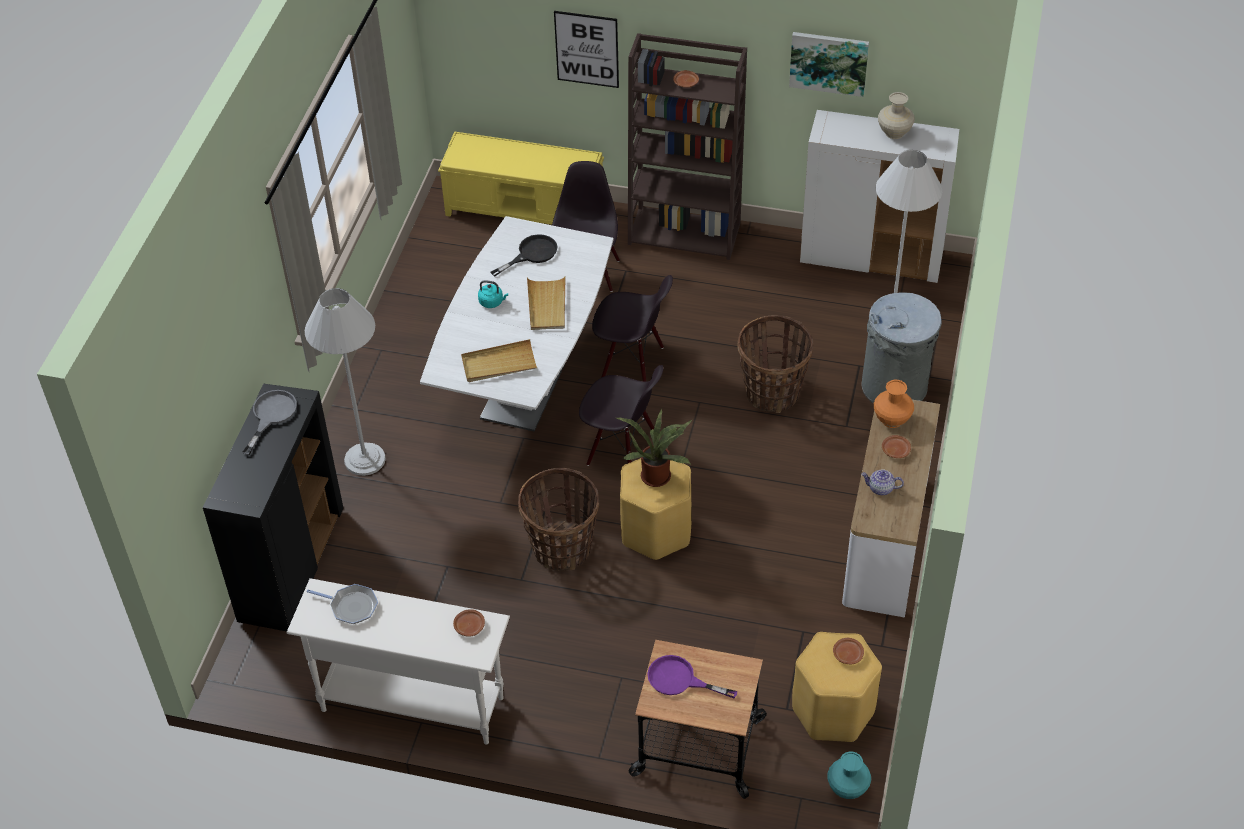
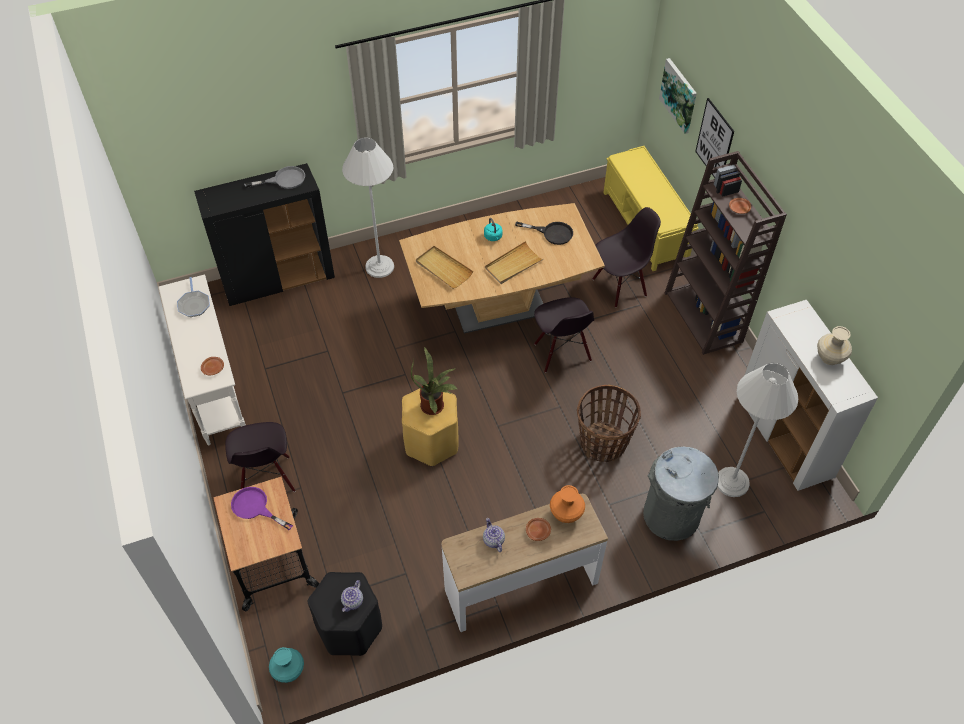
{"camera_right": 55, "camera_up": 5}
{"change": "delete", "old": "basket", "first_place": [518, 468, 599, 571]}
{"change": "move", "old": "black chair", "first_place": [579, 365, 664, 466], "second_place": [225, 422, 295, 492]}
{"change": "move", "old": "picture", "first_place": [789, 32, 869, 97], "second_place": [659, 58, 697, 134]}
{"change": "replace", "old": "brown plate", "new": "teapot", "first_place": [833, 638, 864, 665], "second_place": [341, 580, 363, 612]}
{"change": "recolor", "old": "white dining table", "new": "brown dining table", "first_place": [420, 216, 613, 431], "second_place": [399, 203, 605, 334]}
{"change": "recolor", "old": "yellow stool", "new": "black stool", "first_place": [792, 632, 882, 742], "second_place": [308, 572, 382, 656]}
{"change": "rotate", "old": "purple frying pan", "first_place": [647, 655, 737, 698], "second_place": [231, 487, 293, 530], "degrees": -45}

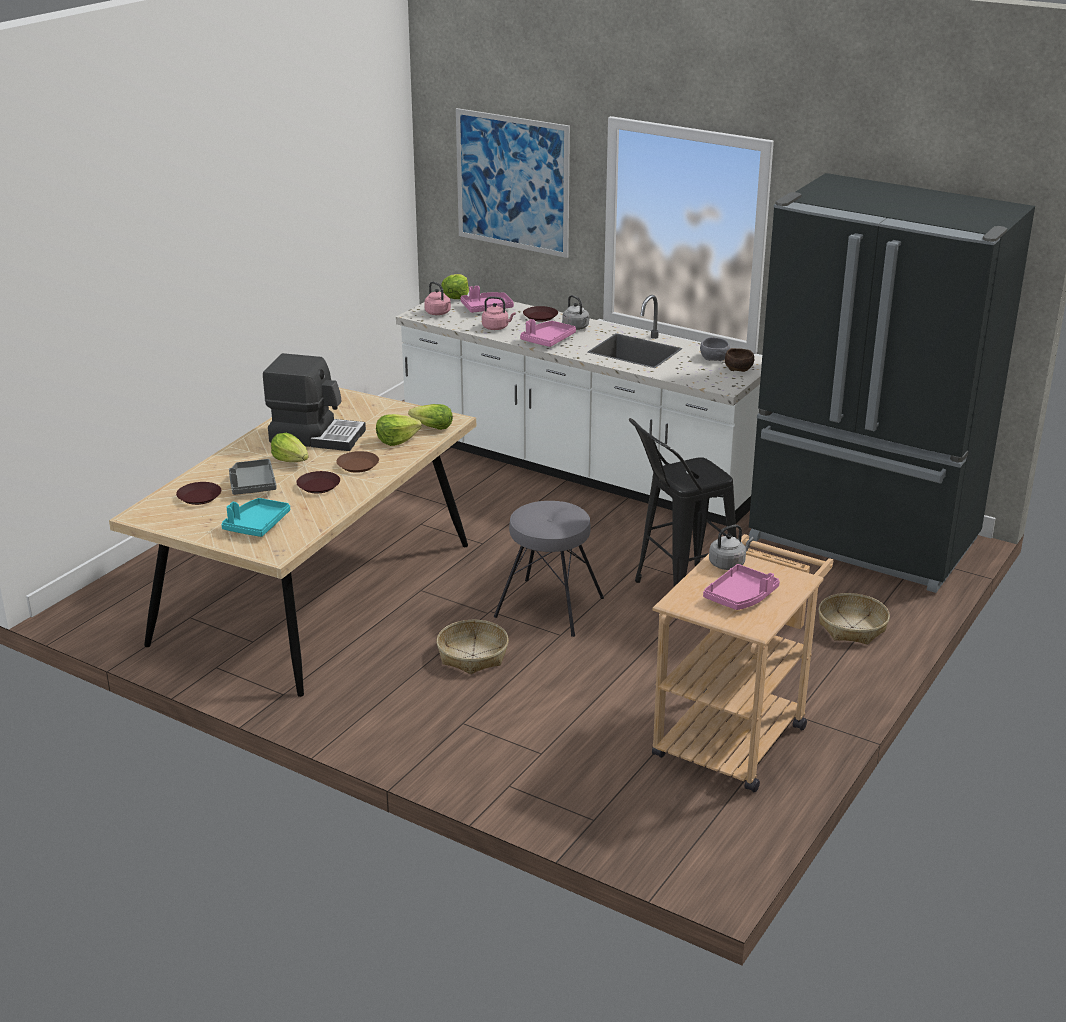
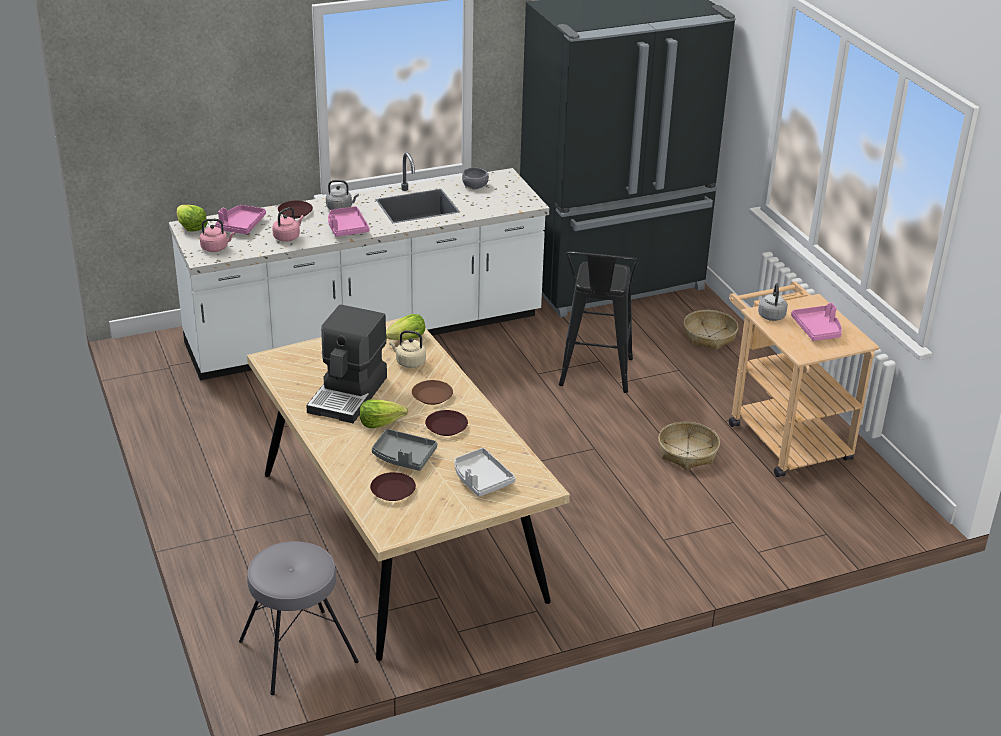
{"camera_right": -55, "camera_up": 5}
{"change": "delete", "old": "picture", "first_place": [456, 108, 570, 258]}
{"change": "delete", "old": "brown bowl", "first_place": [725, 348, 755, 372]}
{"change": "move", "old": "basket", "first_place": [437, 620, 509, 674], "second_place": [658, 422, 720, 470]}
{"change": "move", "old": "grey stool", "first_place": [494, 501, 604, 637], "second_place": [239, 541, 359, 695]}
{"change": "replace", "old": "lettuce", "new": "beige kettle", "first_place": [376, 414, 422, 446], "second_place": [389, 330, 426, 368]}
{"change": "recolor", "old": "turquoise tray", "new": "grey tray", "first_place": [221, 498, 290, 537], "second_place": [454, 448, 516, 497]}
{"change": "rotate", "old": "coffee machine", "first_place": [263, 353, 366, 451], "second_place": [306, 305, 387, 423], "degrees": 150}

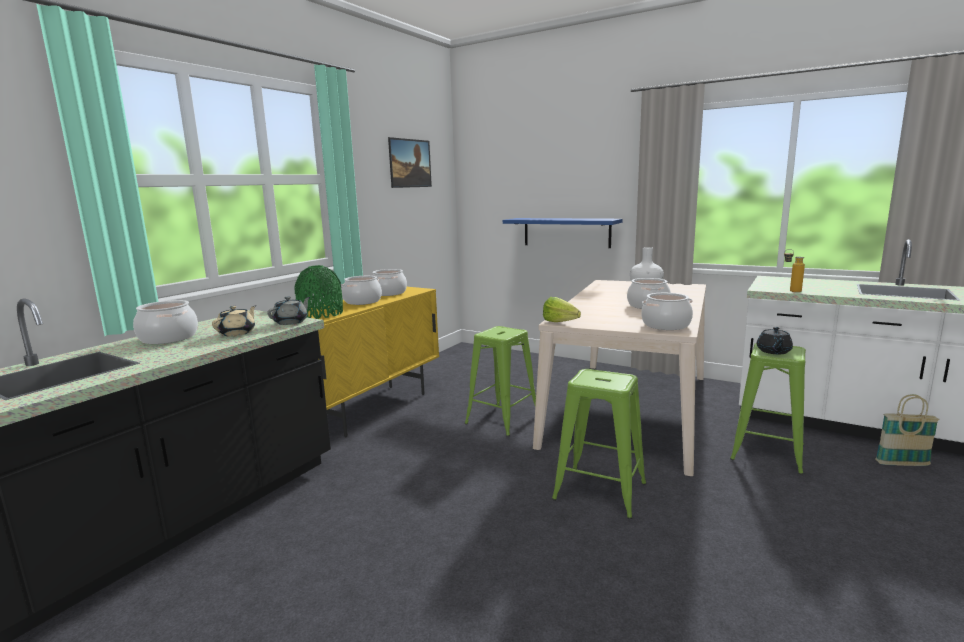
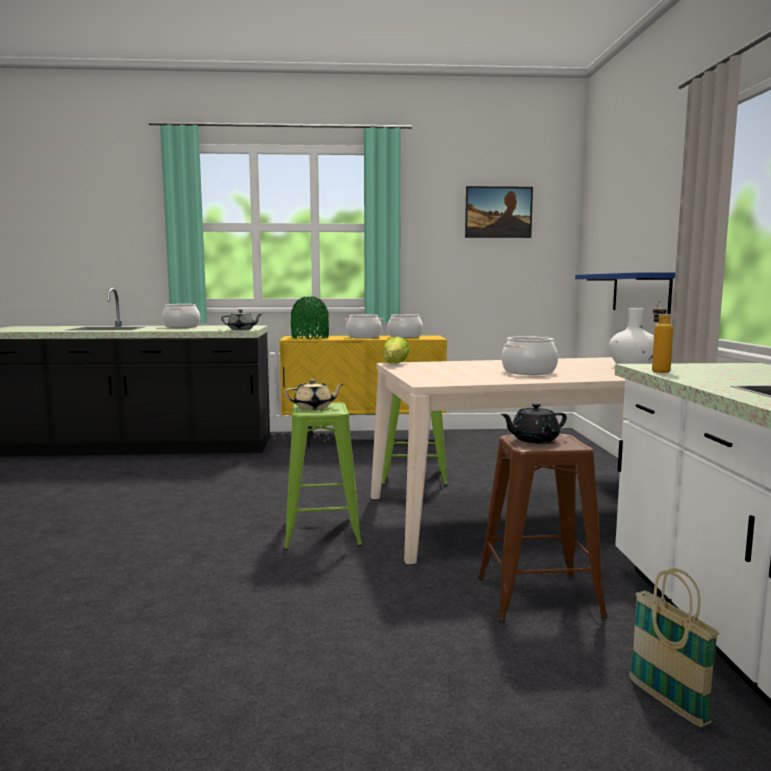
{"camera_right": 55, "camera_up": -5}
{"change": "delete", "old": "cooking pot", "first_place": [642, 293, 693, 330]}
{"change": "move", "old": "beige teapot", "first_place": [212, 305, 256, 336], "second_place": [285, 379, 344, 410]}
{"change": "recolor", "old": "green stool", "new": "brown stool", "first_place": [730, 343, 806, 475], "second_place": [478, 434, 608, 623]}

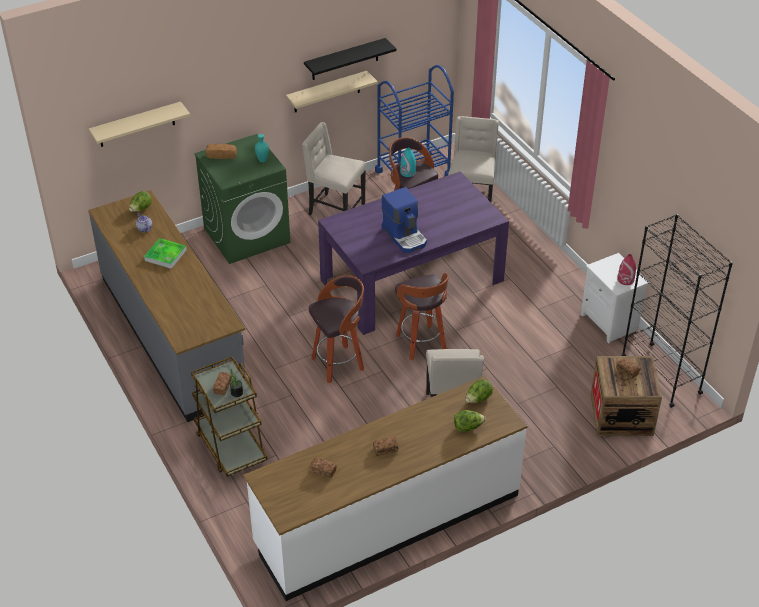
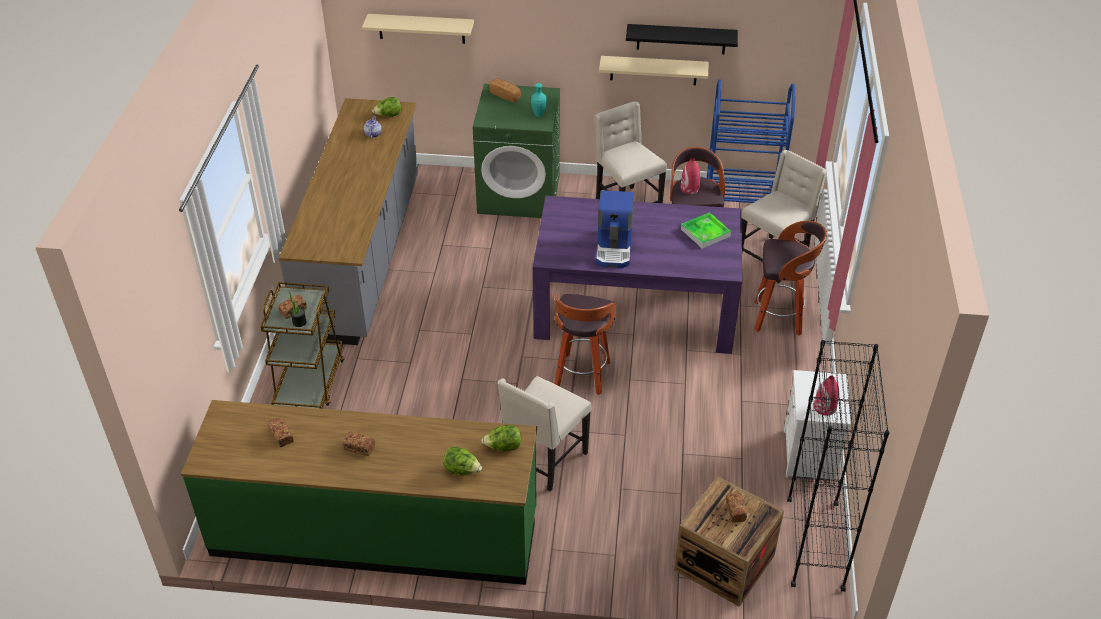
{"camera_right": 35, "camera_up": 0}
{"change": "move", "old": "tray", "first_place": [144, 238, 187, 269], "second_place": [681, 212, 731, 249]}
{"change": "move", "old": "stool", "first_place": [309, 275, 364, 383], "second_place": [754, 221, 827, 336]}
{"change": "recolor", "old": "white counter", "new": "green counter", "first_place": [244, 375, 527, 601], "second_place": [181, 400, 537, 585]}
{"change": "recolor", "old": "turquoise vase", "new": "red vase", "first_place": [400, 147, 416, 177], "second_place": [681, 158, 700, 194]}

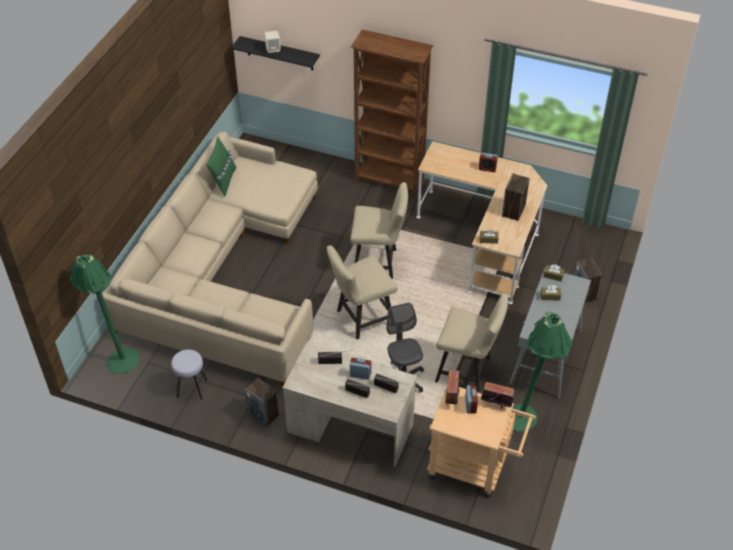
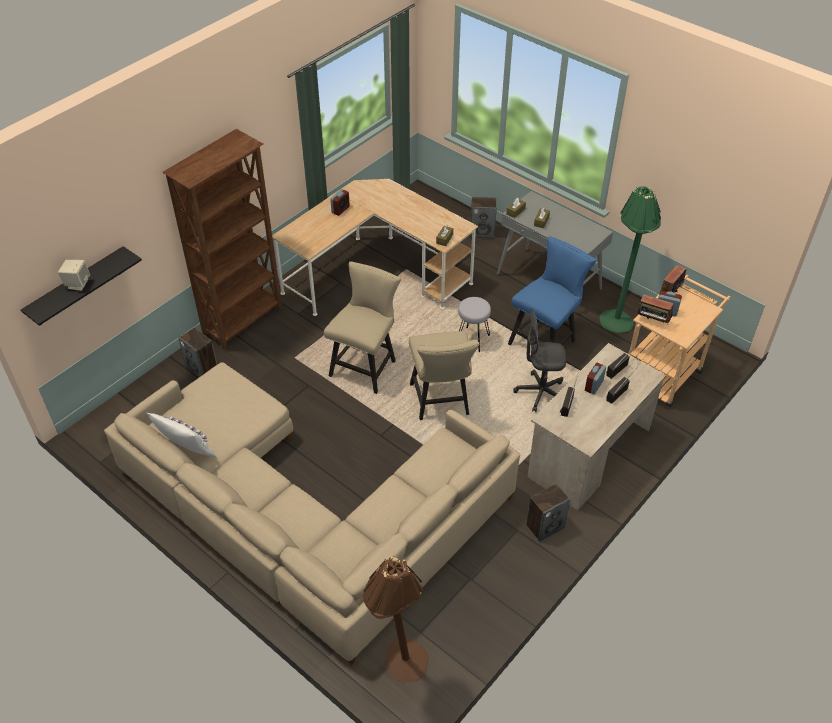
{"camera_right": -70, "camera_up": 0}
{"change": "move", "old": "grey stool", "first_place": [171, 349, 207, 399], "second_place": [458, 297, 491, 352]}
{"change": "move", "old": "speaker", "first_place": [502, 173, 530, 221], "second_place": [178, 327, 217, 377]}
{"change": "recolor", "old": "green floor lamp", "new": "brown floor lamp", "first_place": [70, 254, 139, 374], "second_place": [363, 556, 428, 682]}
{"change": "recolor", "old": "green pillow", "new": "white pillow", "first_place": [206, 137, 236, 196], "second_place": [147, 413, 217, 457]}
{"change": "recolor", "old": "beige chair", "new": "blue chair", "first_place": [435, 294, 508, 392], "second_place": [508, 236, 596, 345]}

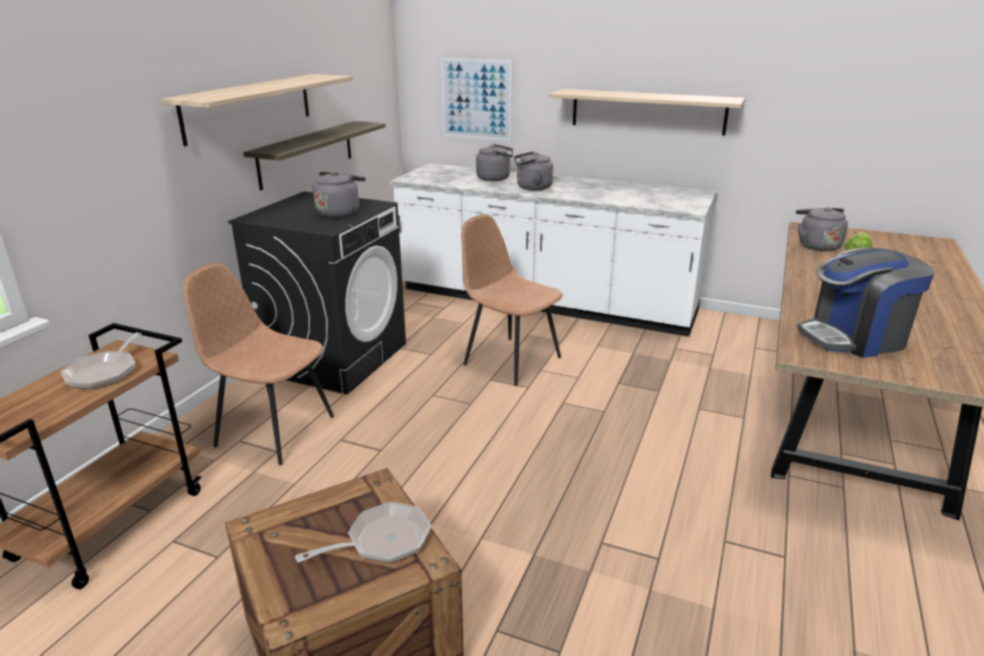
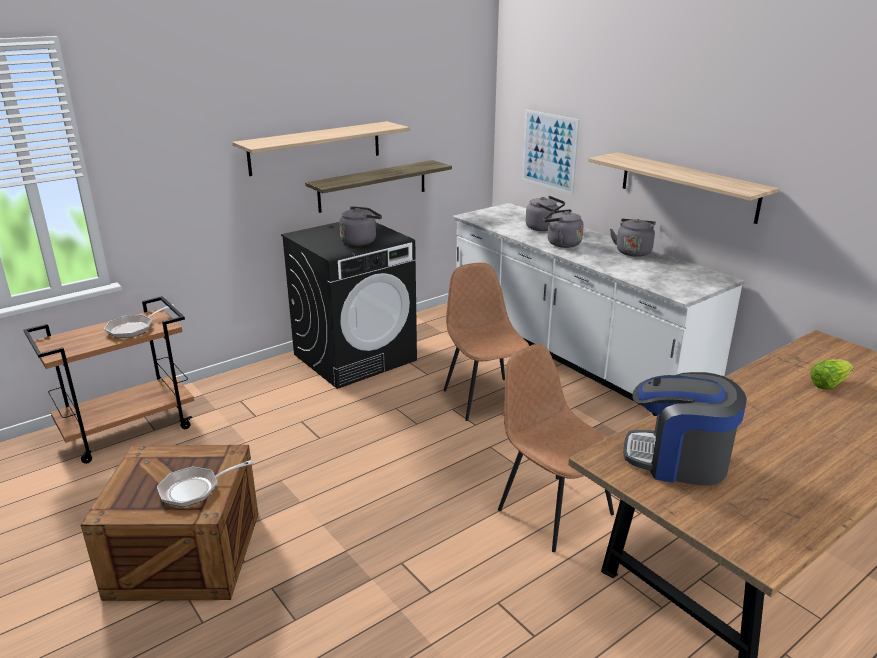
{"camera_right": 30, "camera_up": 0}
{"change": "move", "old": "brown chair", "first_place": [183, 263, 334, 465], "second_place": [498, 344, 614, 552]}
{"change": "move", "old": "grey kettle", "first_place": [796, 207, 848, 251], "second_place": [610, 219, 656, 257]}
{"change": "rotate", "old": "frying pan", "first_place": [295, 502, 431, 564], "second_place": [157, 460, 253, 507], "degrees": 150}

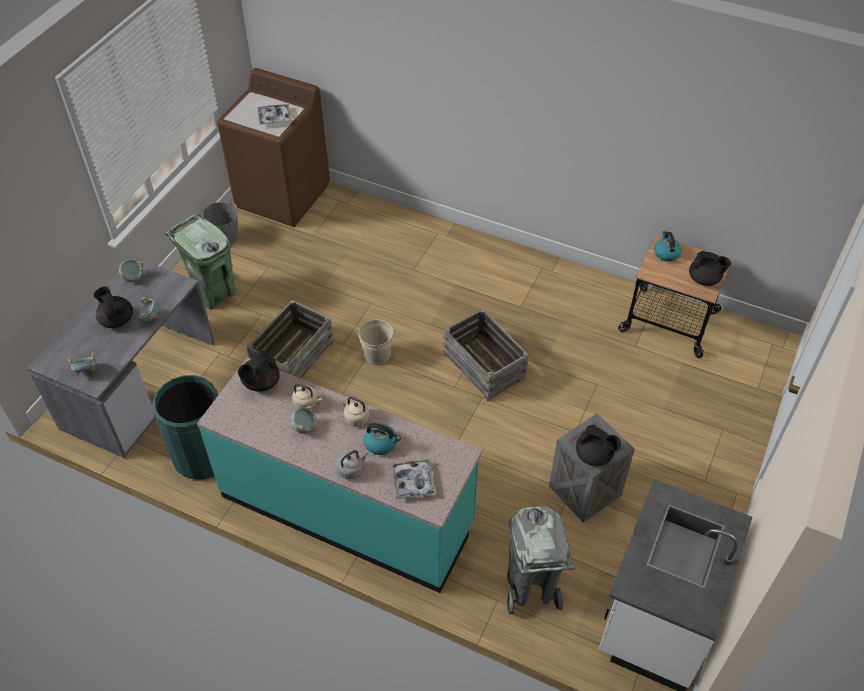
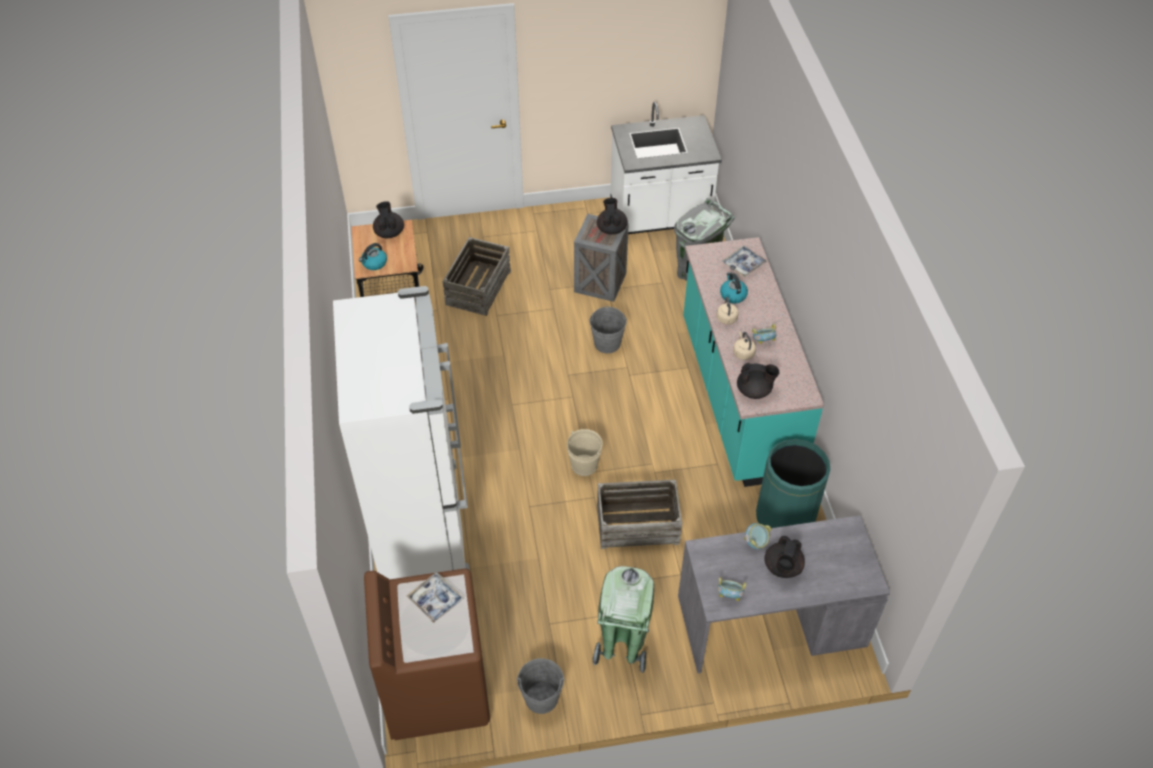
{"camera_right": -125, "camera_up": 0}
{"change": "delete", "old": "bowl", "first_place": [68, 352, 97, 375]}
{"change": "delete", "old": "grey kettle", "first_place": [336, 450, 368, 479]}
{"change": "insert", "new": "white fridge", "second_place": [333, 286, 469, 579]}
{"change": "insert", "new": "grey bucket", "second_place": [589, 306, 627, 353]}
{"change": "move", "old": "crate", "first_place": [443, 308, 529, 401], "second_place": [442, 237, 511, 316]}

